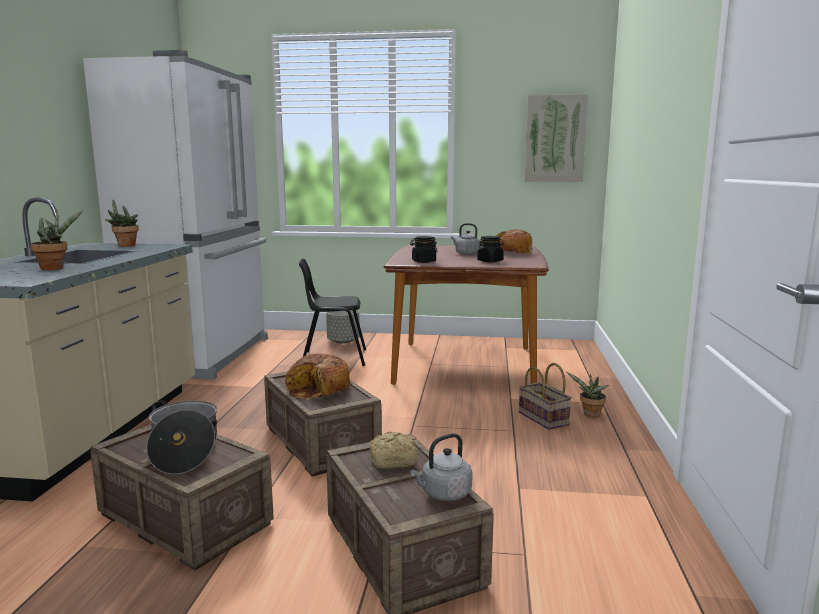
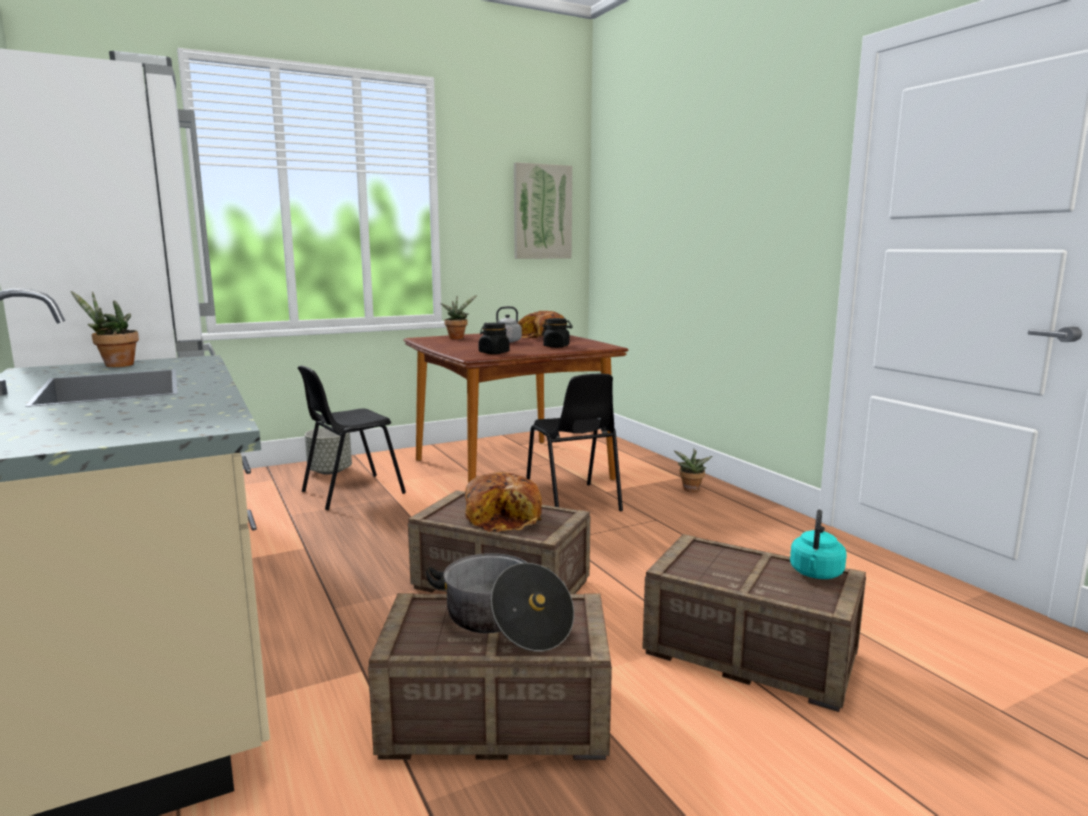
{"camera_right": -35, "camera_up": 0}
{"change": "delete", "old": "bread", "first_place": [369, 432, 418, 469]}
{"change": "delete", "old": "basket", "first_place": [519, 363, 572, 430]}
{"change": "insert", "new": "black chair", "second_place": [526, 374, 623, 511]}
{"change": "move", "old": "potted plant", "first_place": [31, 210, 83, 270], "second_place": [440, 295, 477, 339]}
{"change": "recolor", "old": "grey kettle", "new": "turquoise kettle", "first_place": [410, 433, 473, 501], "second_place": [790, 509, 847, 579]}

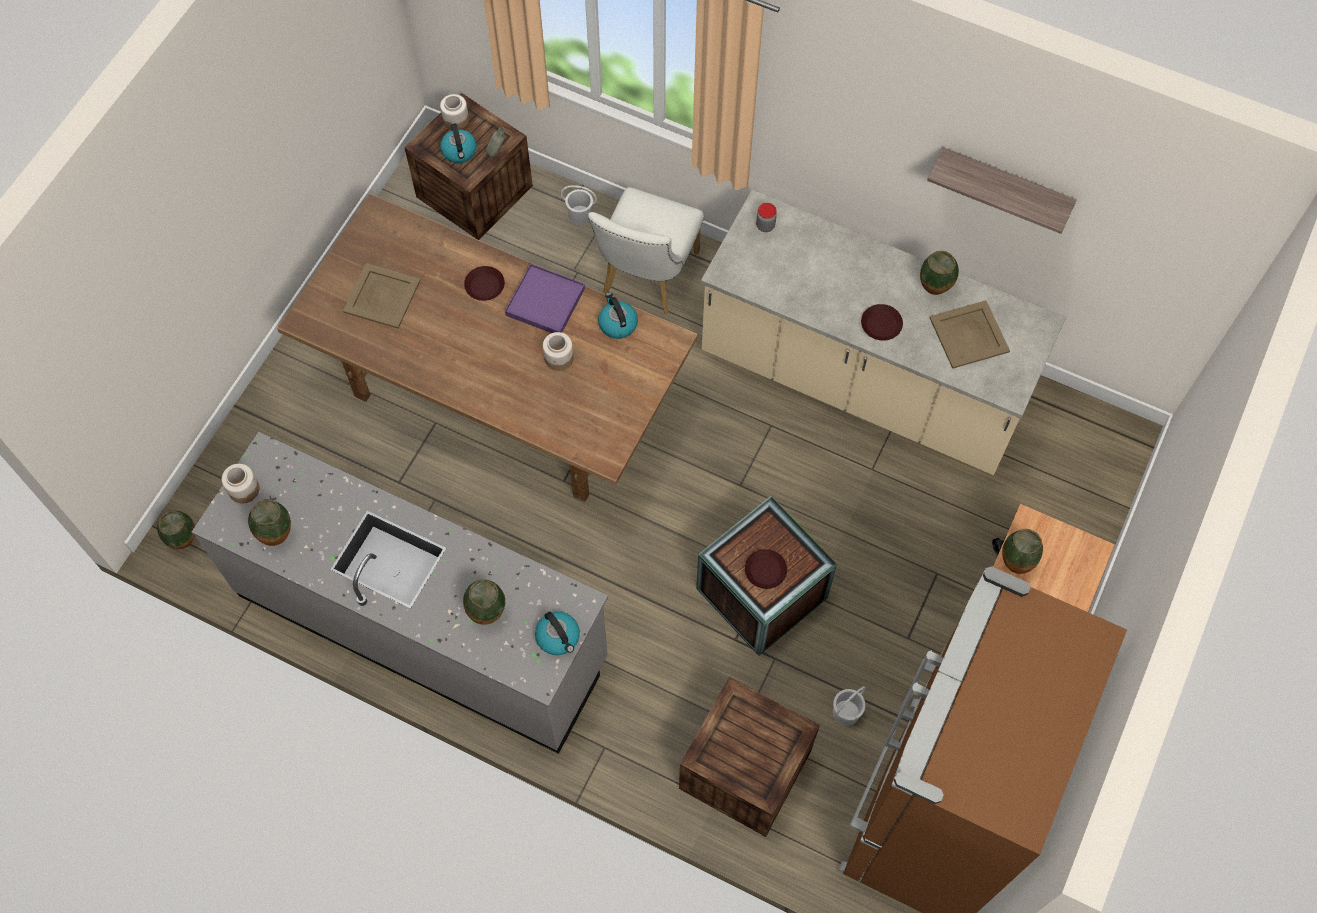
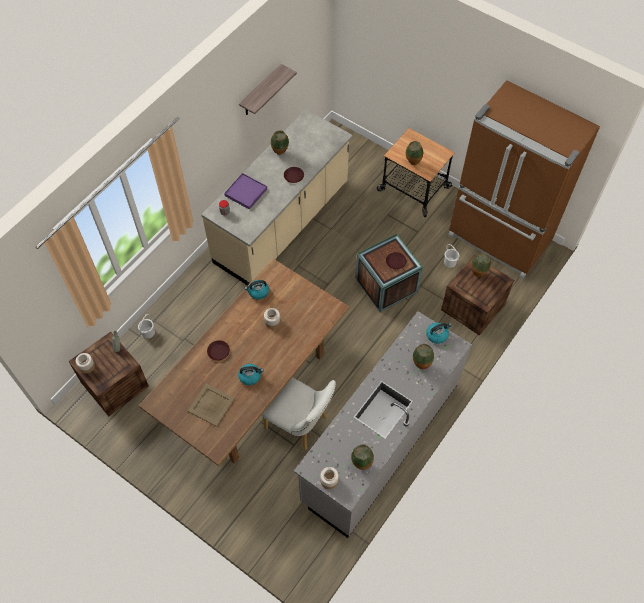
{"camera_right": -80, "camera_up": -5}
{"change": "delete", "old": "beige tray", "first_place": [929, 300, 1010, 369]}
{"change": "move", "old": "vase", "first_place": [157, 511, 195, 549], "second_place": [471, 253, 491, 277]}
{"change": "move", "old": "kettle", "first_place": [440, 124, 477, 163], "second_place": [238, 364, 264, 385]}
{"change": "move", "old": "purple tray", "first_place": [505, 264, 585, 333], "second_place": [224, 173, 267, 210]}
{"change": "move", "old": "white chair", "first_place": [588, 187, 704, 314], "second_place": [261, 377, 336, 450]}

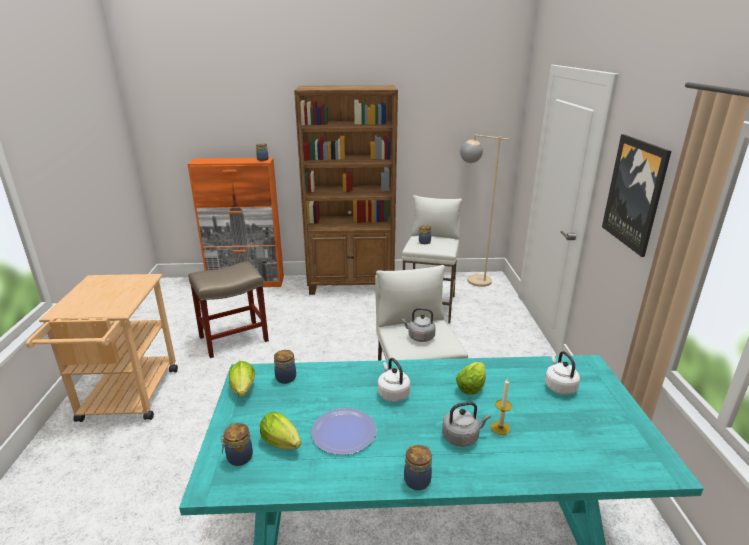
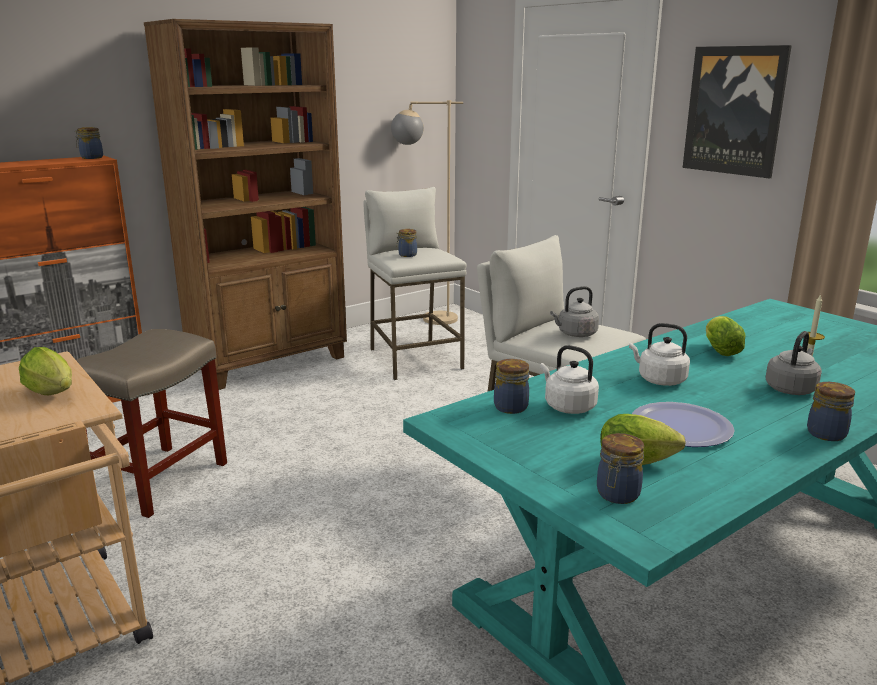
{"camera_right": -35, "camera_up": -5}
{"change": "move", "old": "lettuce", "first_place": [229, 361, 255, 397], "second_place": [19, 347, 72, 395]}
{"change": "move", "old": "white kettle", "first_place": [545, 351, 580, 395], "second_place": [540, 345, 599, 414]}

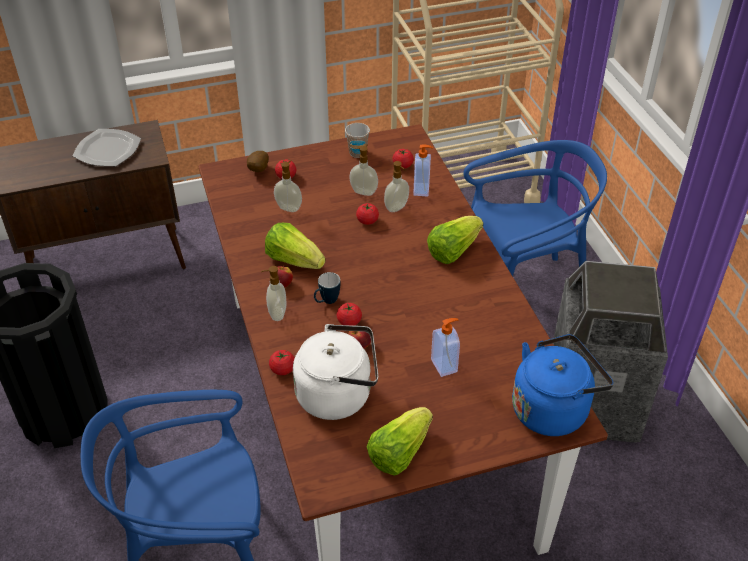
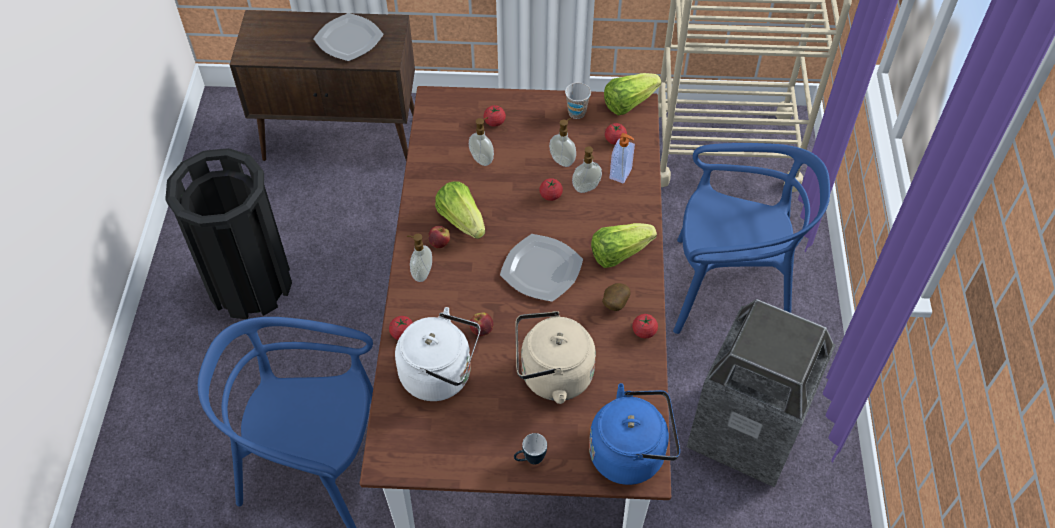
{"camera_right": 20, "camera_up": 10}
{"change": "insert", "new": "plate", "second_place": [500, 234, 583, 302]}
{"change": "move", "old": "potato", "first_place": [247, 151, 269, 172], "second_place": [602, 283, 631, 311]}
{"change": "move", "old": "mug", "first_place": [314, 272, 340, 304], "second_place": [514, 433, 547, 465]}
{"change": "move", "old": "tomato", "first_place": [337, 303, 362, 326], "second_place": [632, 314, 658, 338]}
{"change": "move", "old": "lettuce", "first_place": [367, 407, 433, 476], "second_place": [604, 73, 661, 115]}
{"change": "replace", "old": "soap dispenser", "new": "beige kettle", "first_place": [431, 318, 460, 377], "second_place": [515, 311, 596, 404]}

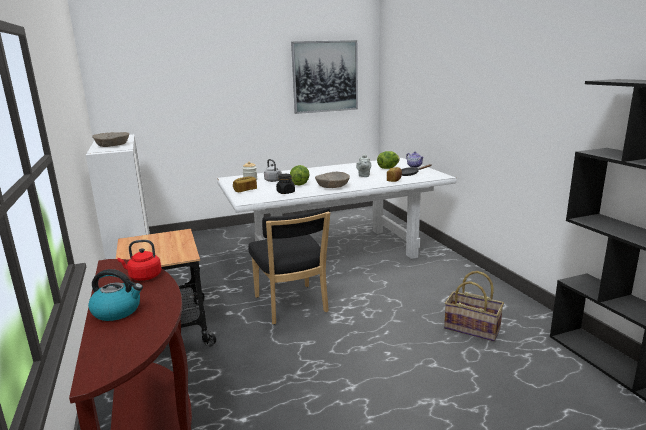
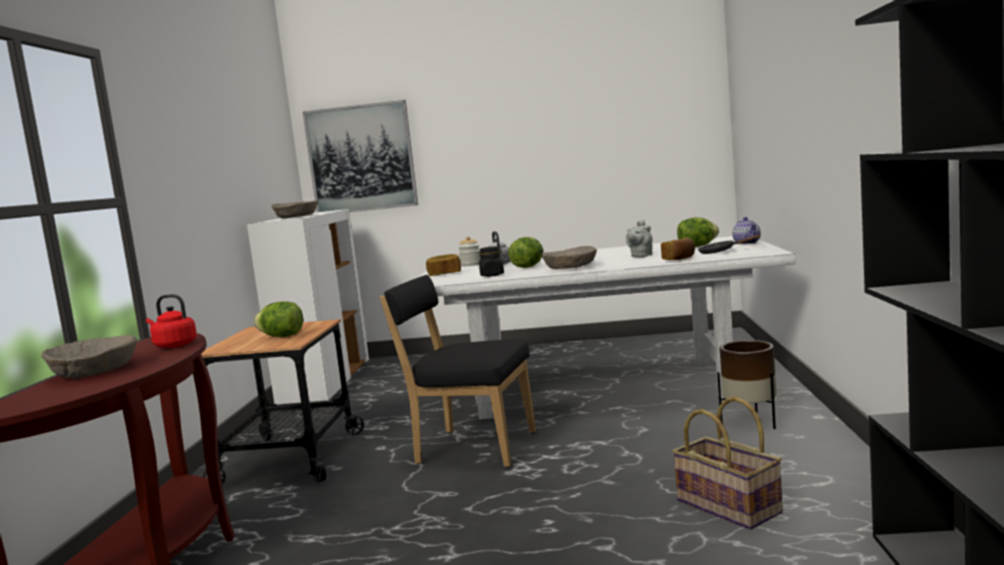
{"camera_right": 25, "camera_up": -10}
{"change": "insert", "new": "lettuce", "second_place": [254, 301, 303, 337]}
{"change": "insert", "new": "brown planter", "second_place": [717, 340, 777, 429]}
{"change": "move", "old": "picture", "first_place": [291, 40, 358, 114], "second_place": [303, 100, 418, 212]}
{"change": "replace", "old": "kettle", "new": "beige bowl", "first_place": [88, 269, 143, 321], "second_place": [41, 335, 137, 378]}
{"change": "rotate", "old": "black chair", "first_place": [248, 207, 330, 324], "second_place": [380, 275, 536, 467], "degrees": 105}

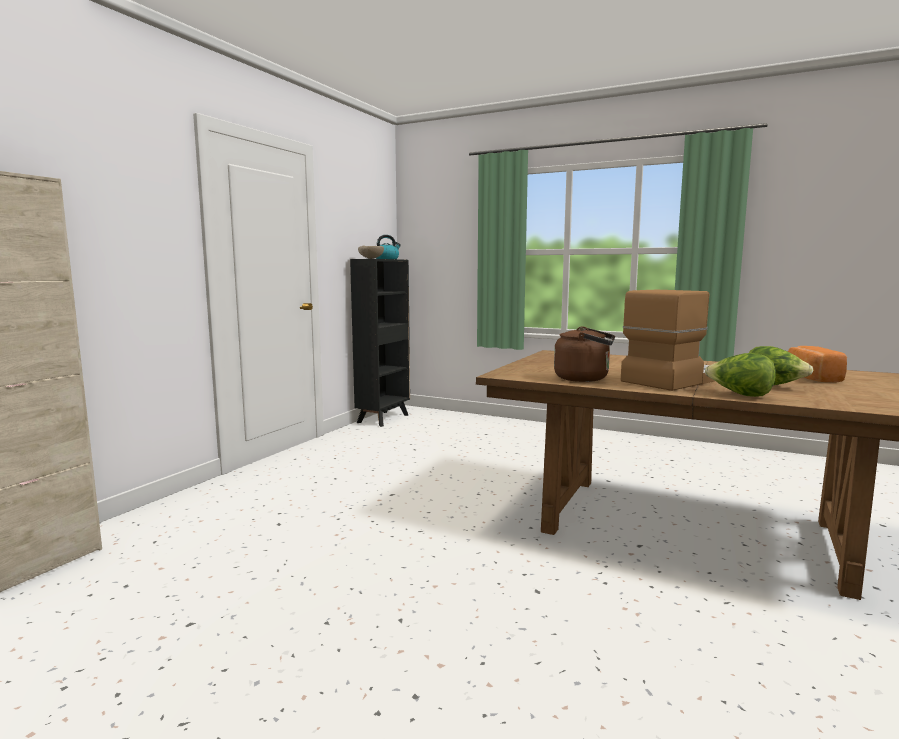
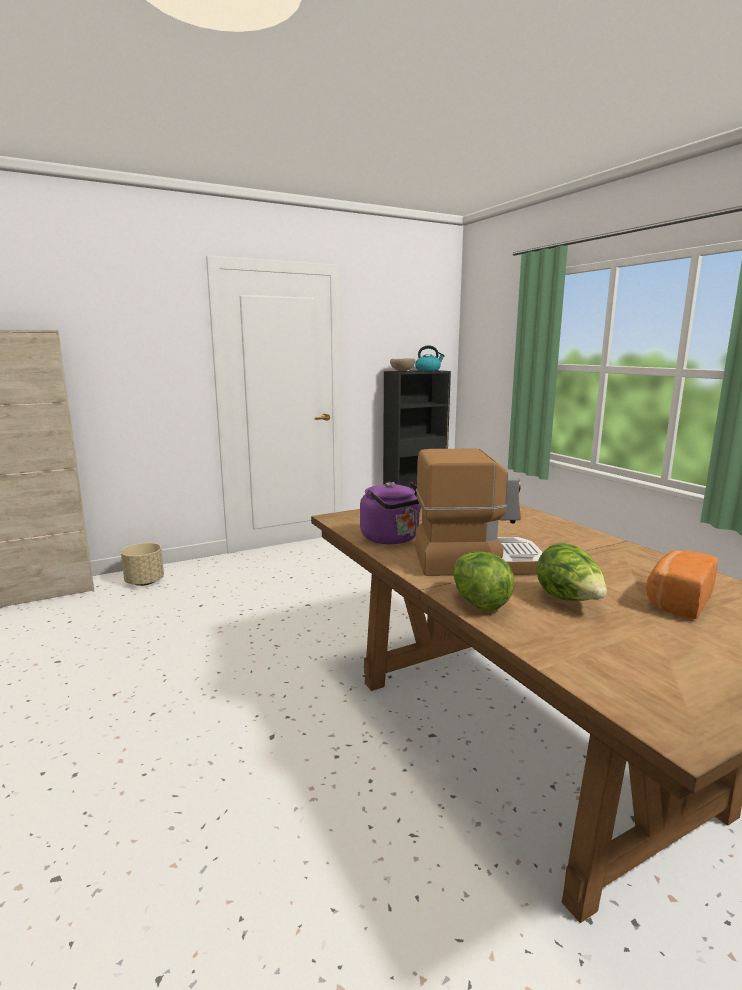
{"camera_right": 35, "camera_up": 5}
{"change": "insert", "new": "beige planter", "second_place": [121, 543, 164, 586]}
{"change": "recolor", "old": "brown kettle", "new": "purple kettle", "first_place": [554, 327, 615, 382], "second_place": [360, 482, 421, 544]}

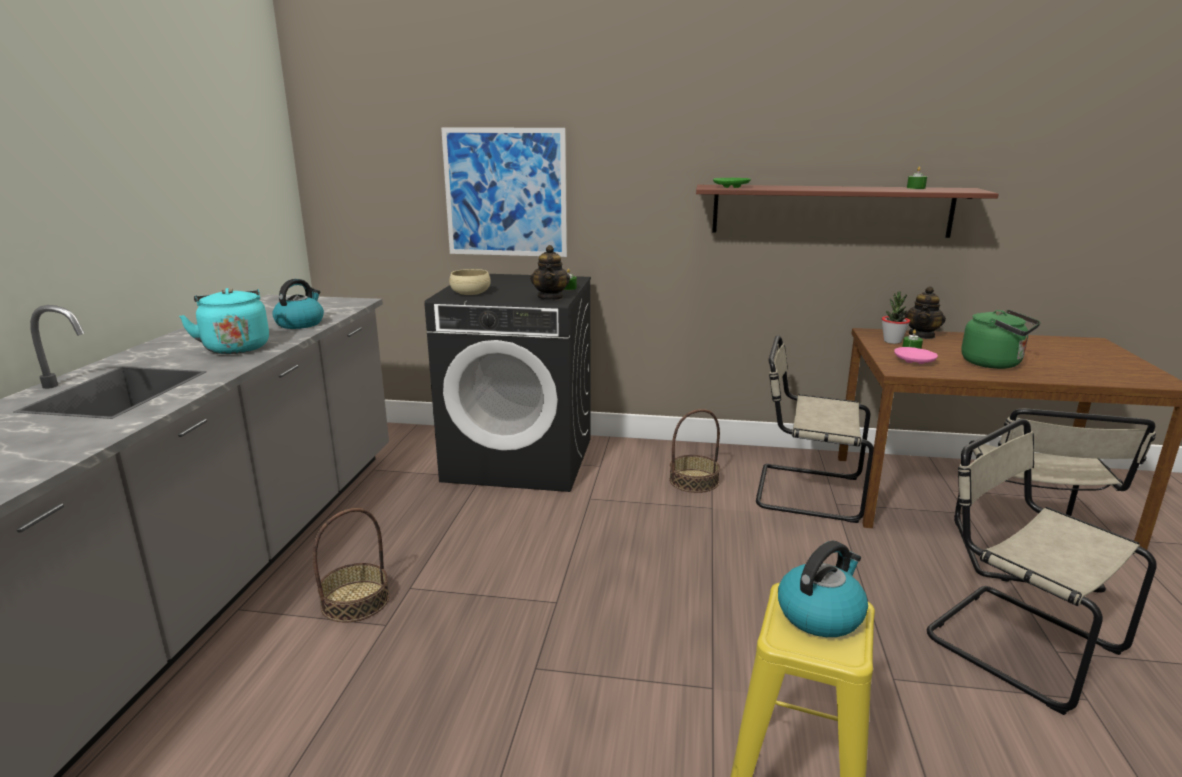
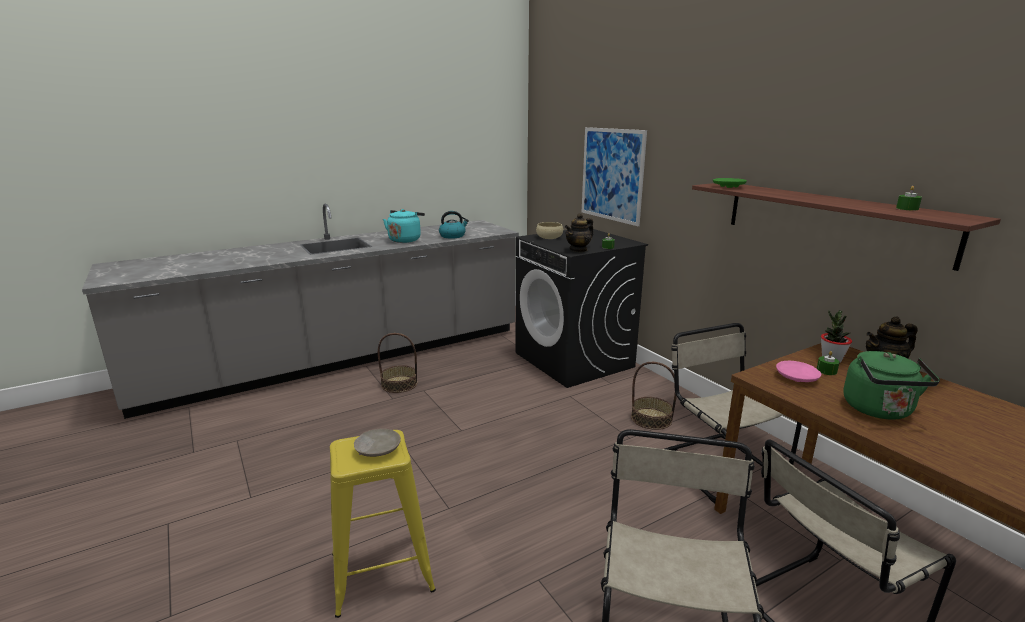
{"camera_right": 50, "camera_up": 0}
{"change": "replace", "old": "kettle", "new": "beige plate", "first_place": [778, 541, 868, 637], "second_place": [354, 429, 401, 457]}

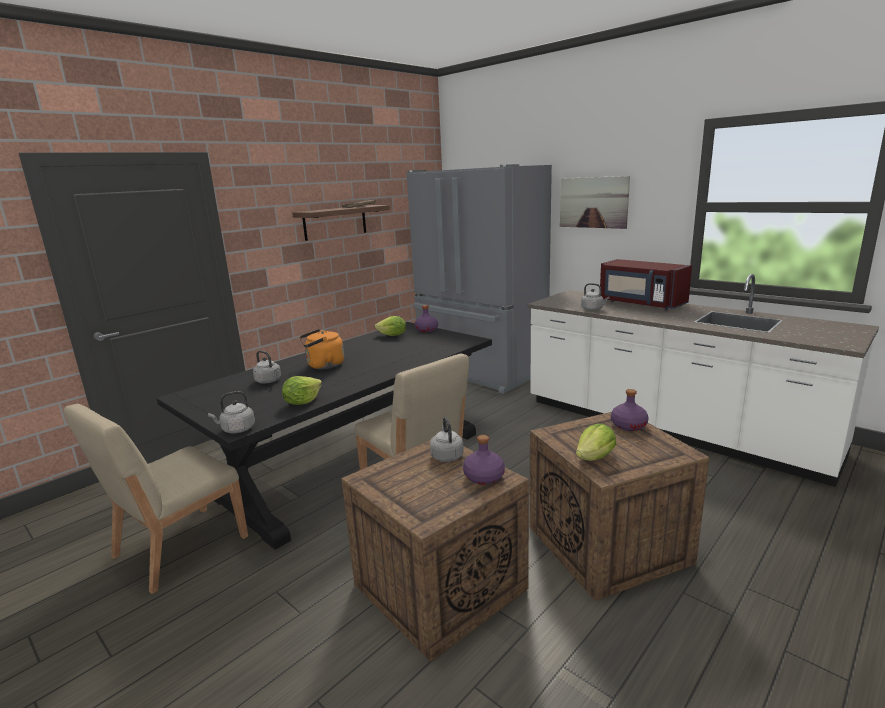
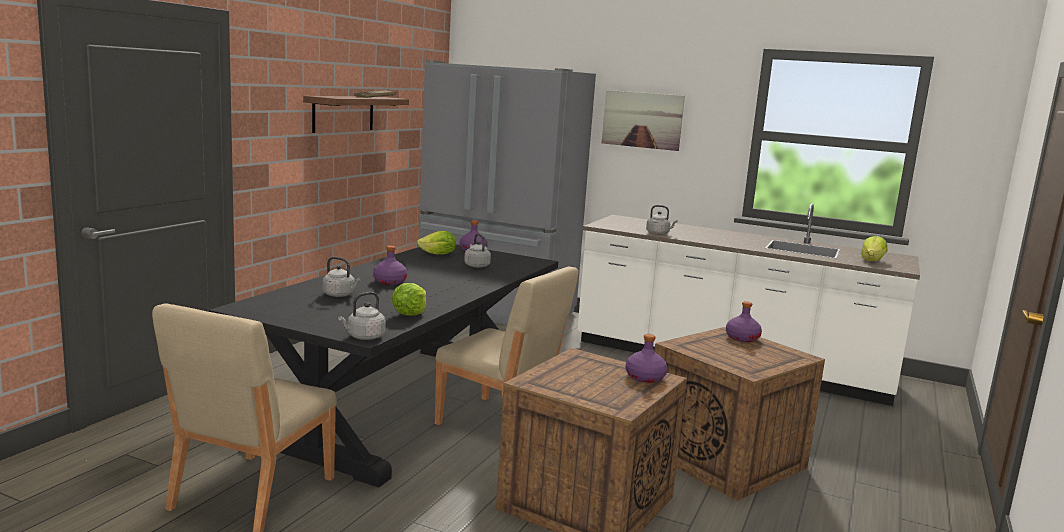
{"camera_right": -20, "camera_up": -5}
{"change": "delete", "old": "red microwave", "first_place": [600, 259, 692, 310]}
{"change": "move", "old": "grey kettle", "first_place": [430, 417, 464, 462], "second_place": [464, 234, 491, 268]}
{"change": "move", "old": "lettuce", "first_place": [576, 424, 616, 461], "second_place": [861, 236, 887, 261]}
{"change": "replace", "old": "orange kettle", "new": "purple bottle", "first_place": [299, 329, 344, 369], "second_place": [373, 245, 407, 285]}

